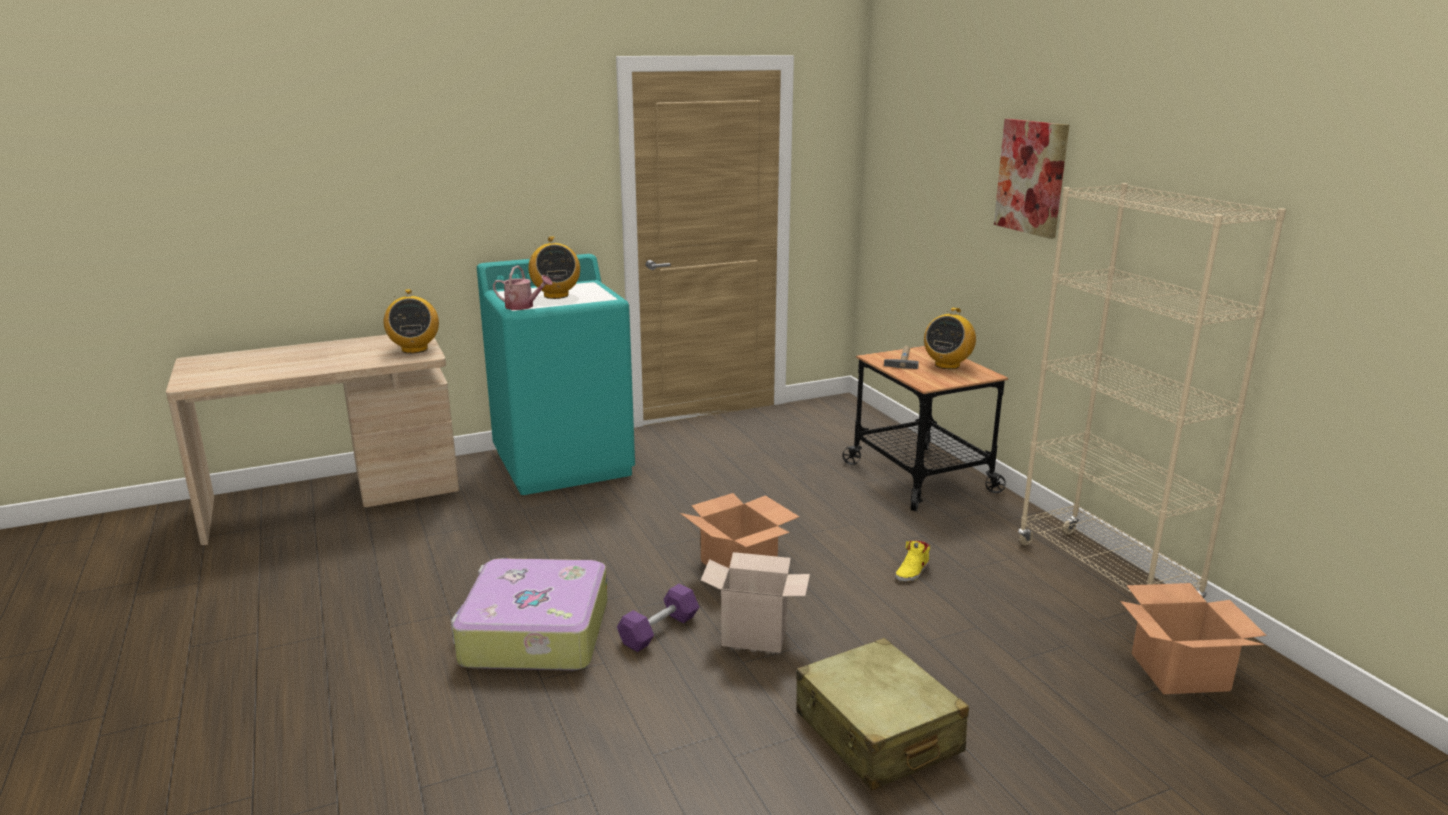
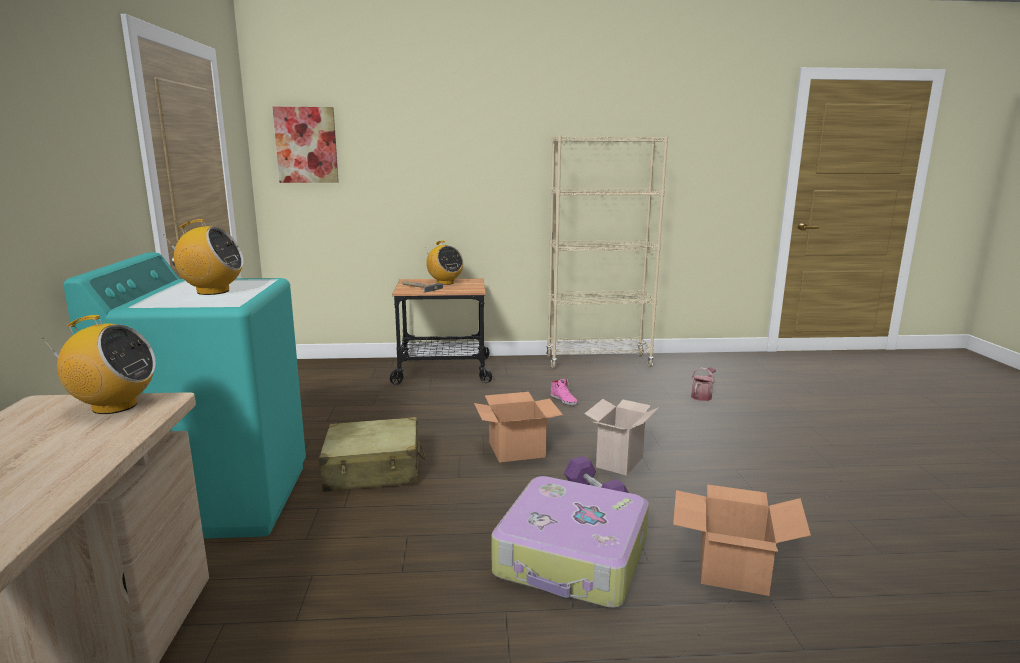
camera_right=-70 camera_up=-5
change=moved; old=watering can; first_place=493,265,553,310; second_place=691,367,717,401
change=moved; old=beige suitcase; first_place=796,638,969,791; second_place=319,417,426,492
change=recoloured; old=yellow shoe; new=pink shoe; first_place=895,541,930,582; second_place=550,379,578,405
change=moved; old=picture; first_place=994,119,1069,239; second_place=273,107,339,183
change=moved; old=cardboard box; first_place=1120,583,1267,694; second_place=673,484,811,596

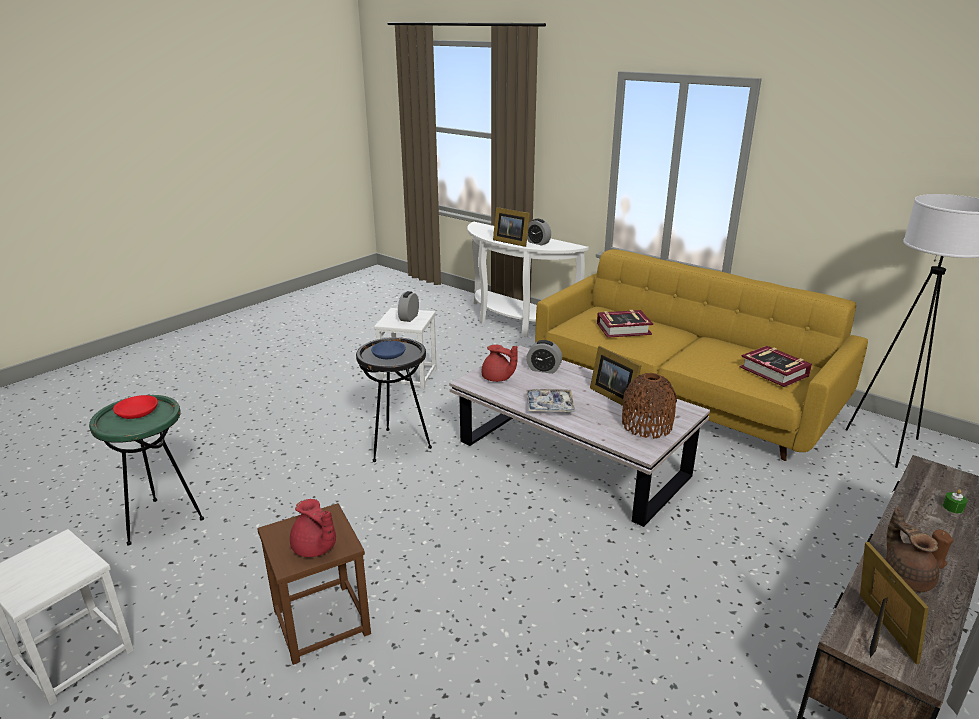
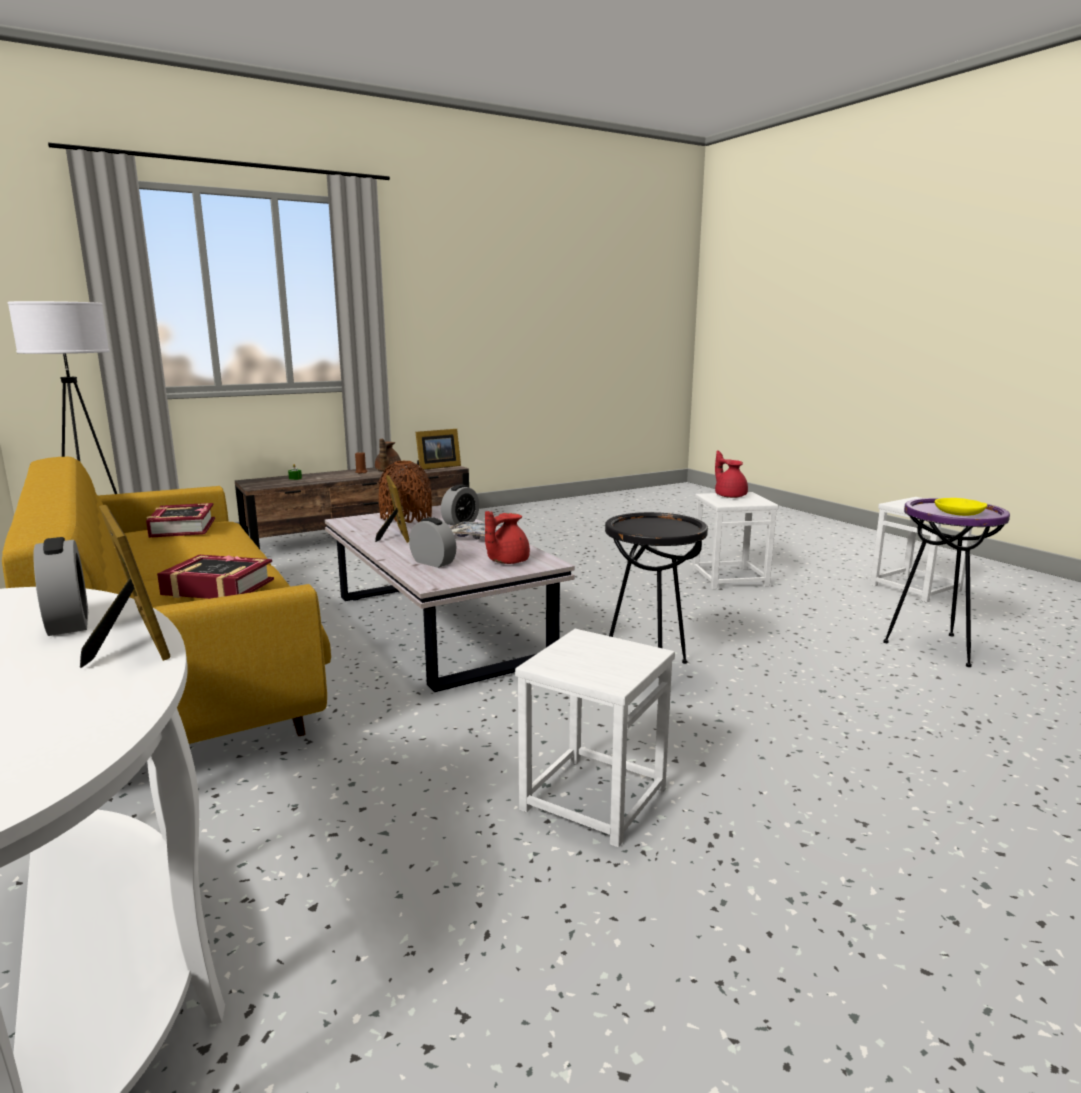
camera_right=-160 camera_up=-10
change=recoloured; old=green side table; new=purple side table; first_place=89,395,204,545; second_place=883,498,1010,667
change=recoloured; old=red bowl; new=yellow bowl; first_place=113,395,158,419; second_place=935,498,987,516
change=recoloured; old=brown stool; new=white stool; first_place=257,503,371,665; second_place=692,492,778,589
change=removed; old=blue bowl; first_place=371,341,406,359
change=moved; old=alarm clock; first_place=398,291,419,322; second_place=441,484,479,526
change=turned; old=red teapot; first_place=481,345,518,382; second_place=485,511,530,564; degrees=-105
change=turned; old=picture frame; first_place=860,542,929,665; second_place=416,429,461,470; degrees=-135

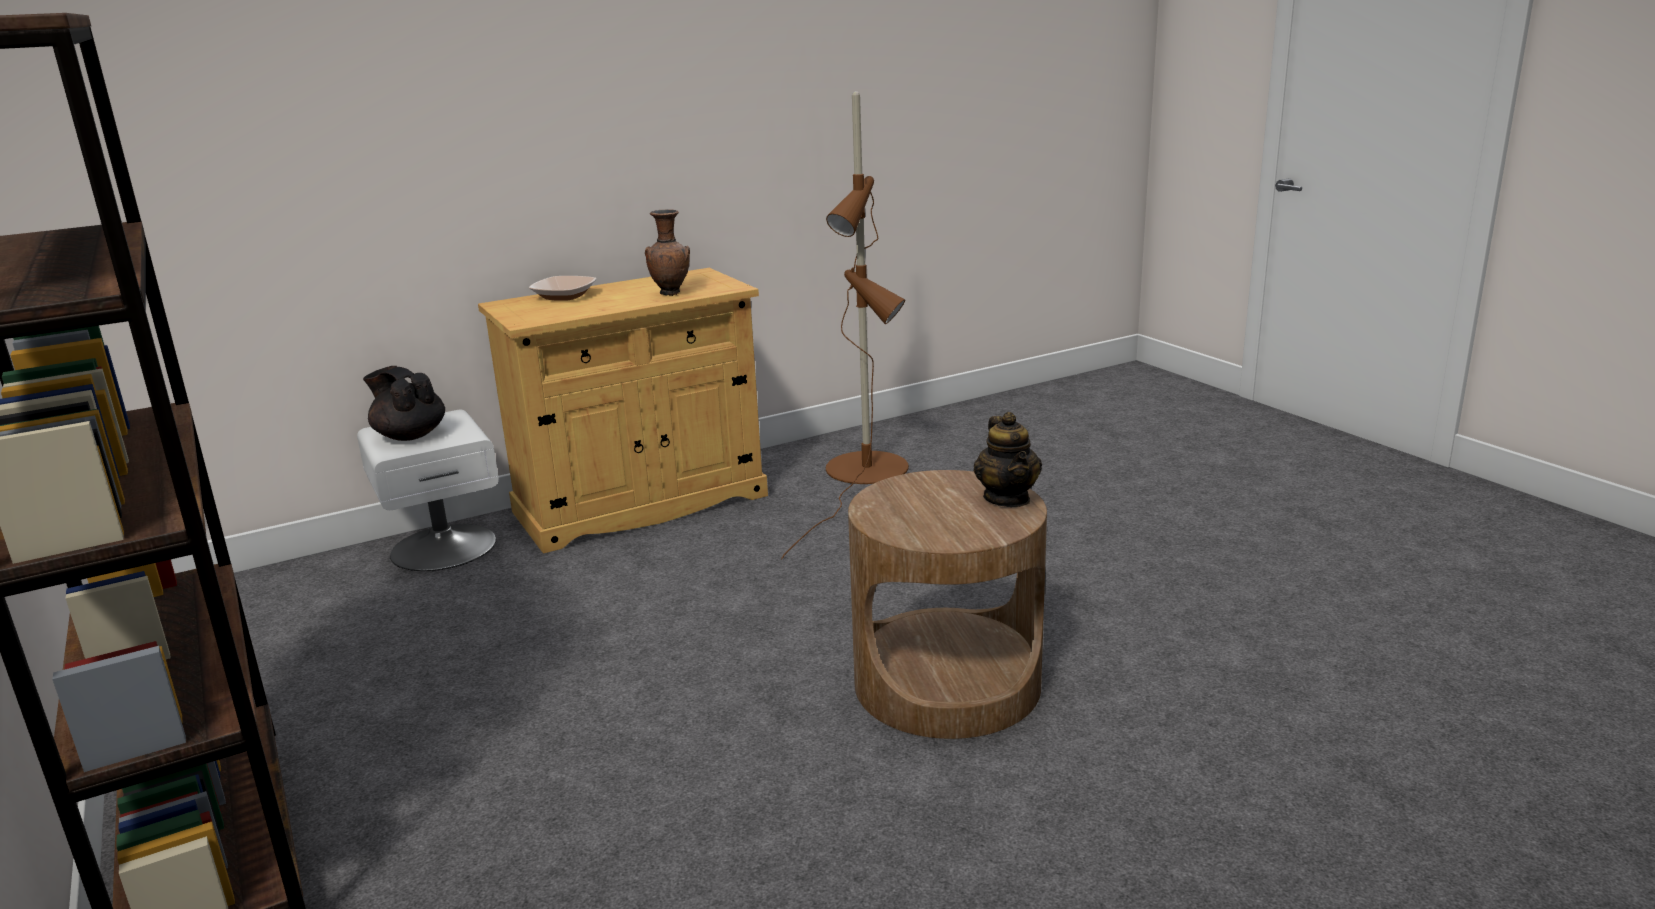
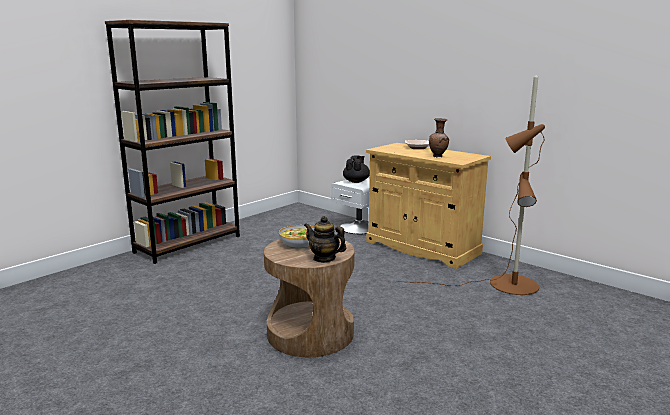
camera_right=70 camera_up=-5
change=turned; old=teapot; first_place=974,412,1042,507; second_place=304,216,346,263; degrees=60
change=added; new=bowl; second_place=279,225,314,249

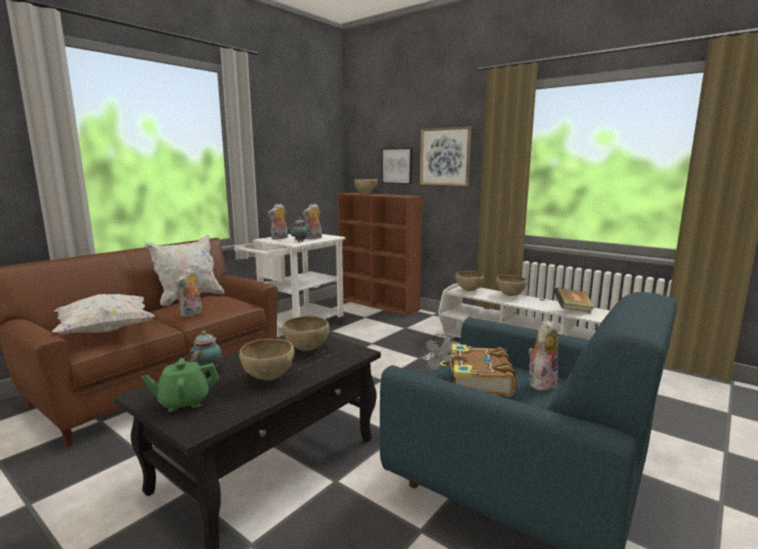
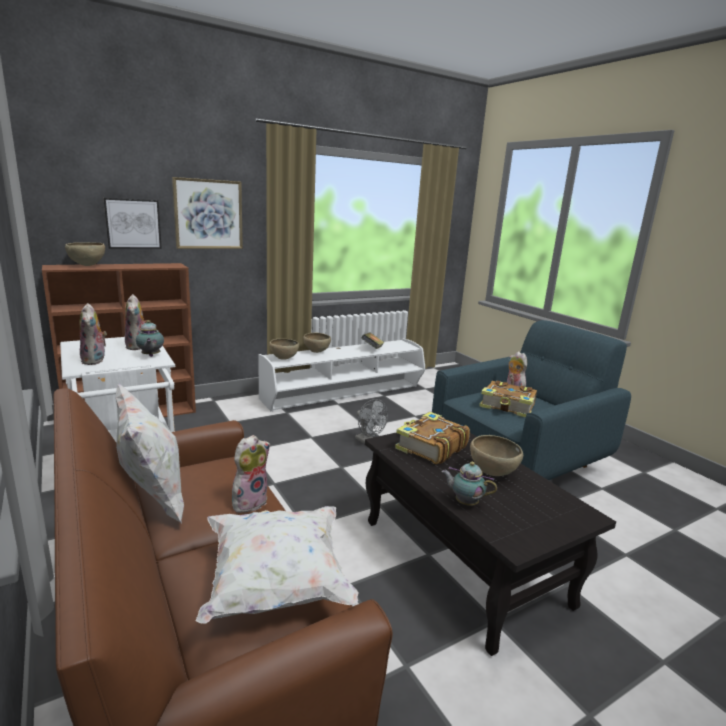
camera_right=-70 camera_up=5
change=removed; old=green teapot; first_place=141,358,219,412
change=turned; old=plush toy; first_place=175,268,202,317; second_place=232,435,270,513; degrees=-90
change=replaced; old=brown bowl; new=book; first_place=282,316,329,351; second_place=395,412,470,464

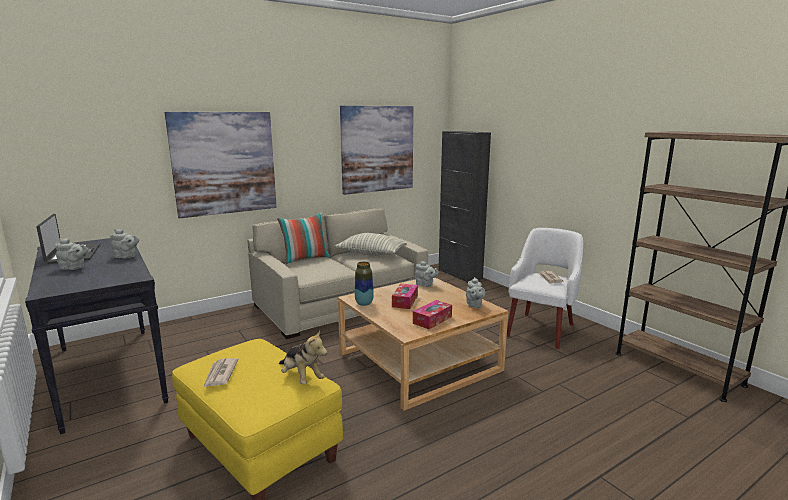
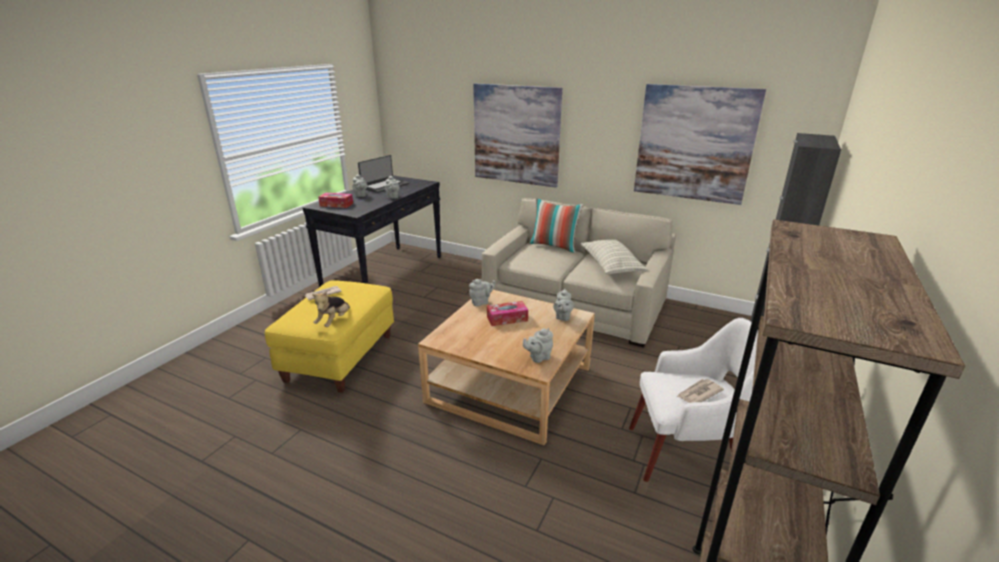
camera_right=60 camera_up=10
change=replaced; old=vase; new=grey teapot; first_place=355,261,374,306; second_place=469,279,496,306
change=moved; old=tissue box; first_place=413,300,452,329; second_place=318,193,353,208

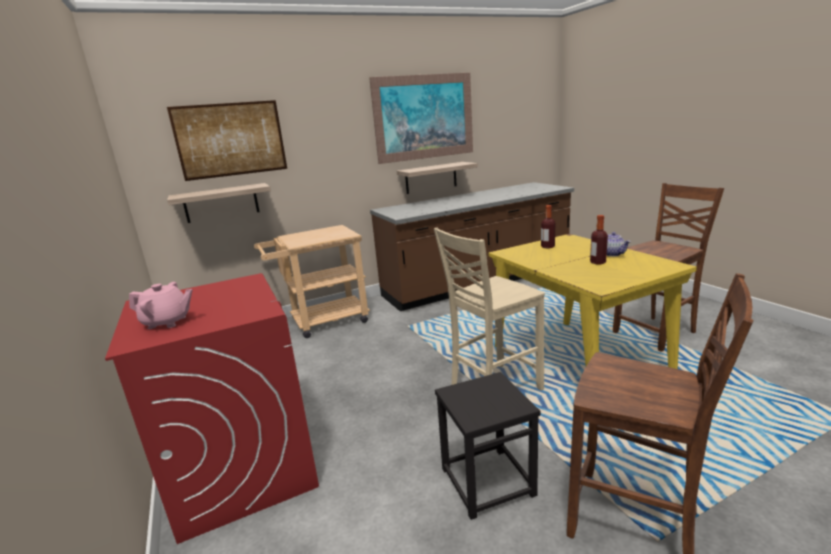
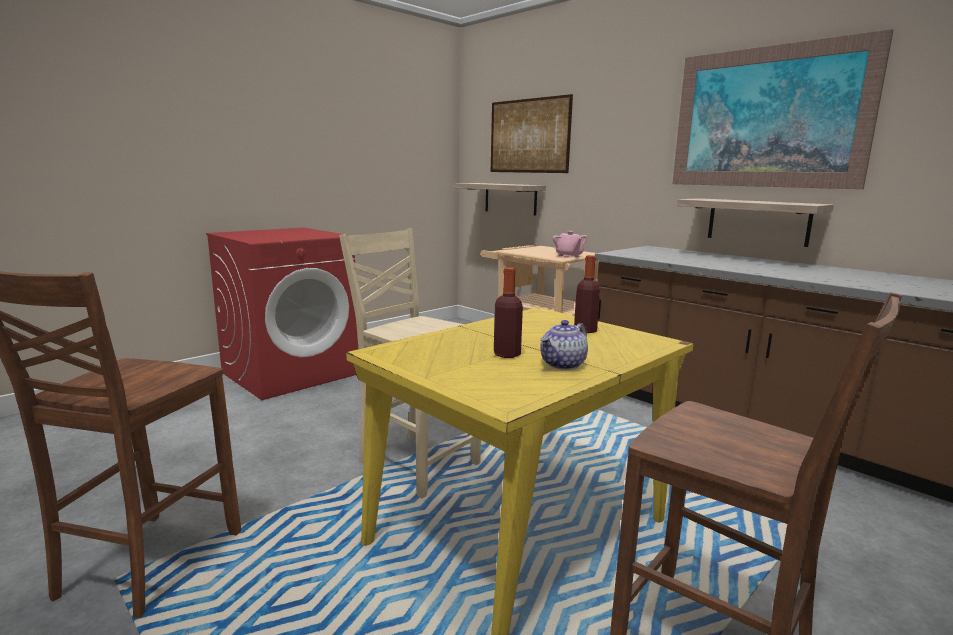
camera_right=70 camera_up=-5
change=moved; old=pink teapot; first_place=129,282,192,329; second_place=553,231,588,258
change=removed; old=black stool; first_place=435,372,540,520

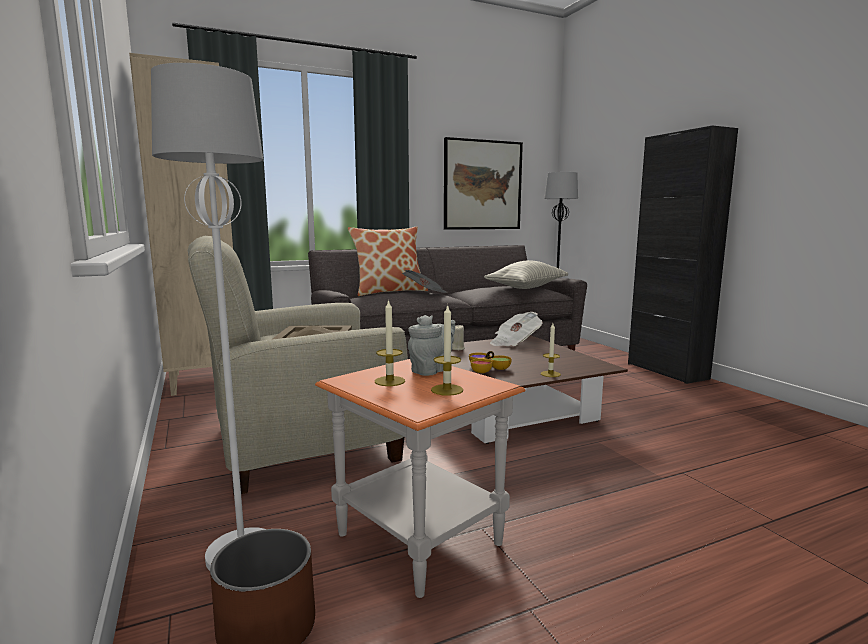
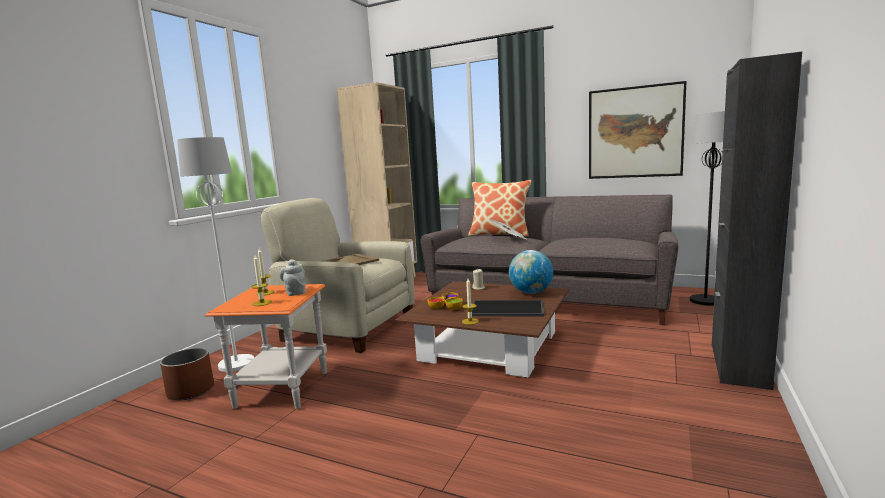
camera_right=50 camera_up=0
change=turned; old=grey teapot; first_place=408,315,455,376; second_place=280,259,306,296; degrees=-120
change=removed; old=pillow; first_place=484,260,568,289
change=replaced; old=newspaper; new=globe; first_place=490,312,543,346; second_place=509,250,553,294
change=added; new=tray; second_place=472,300,544,316

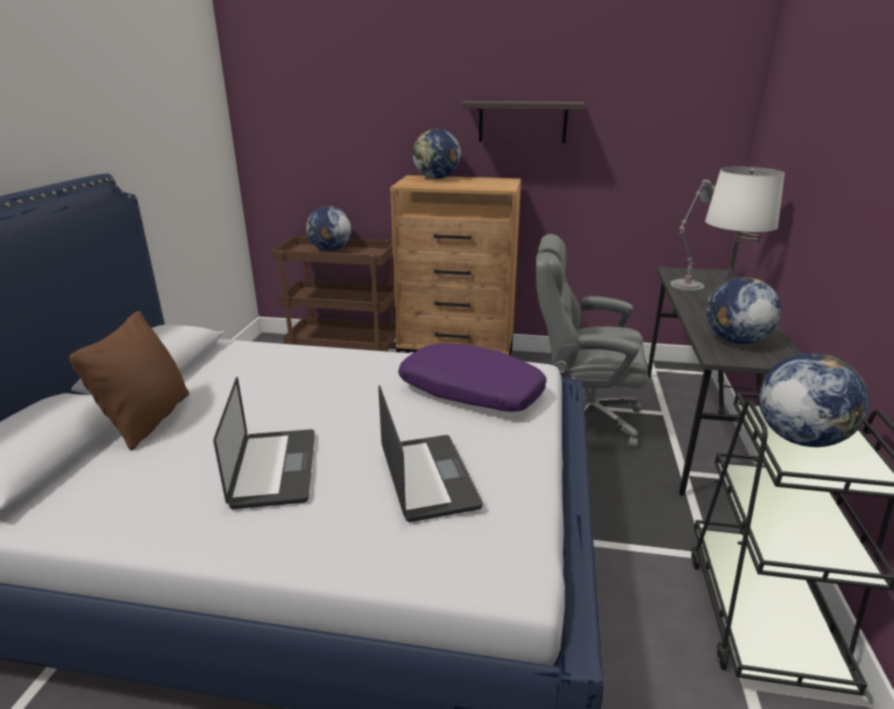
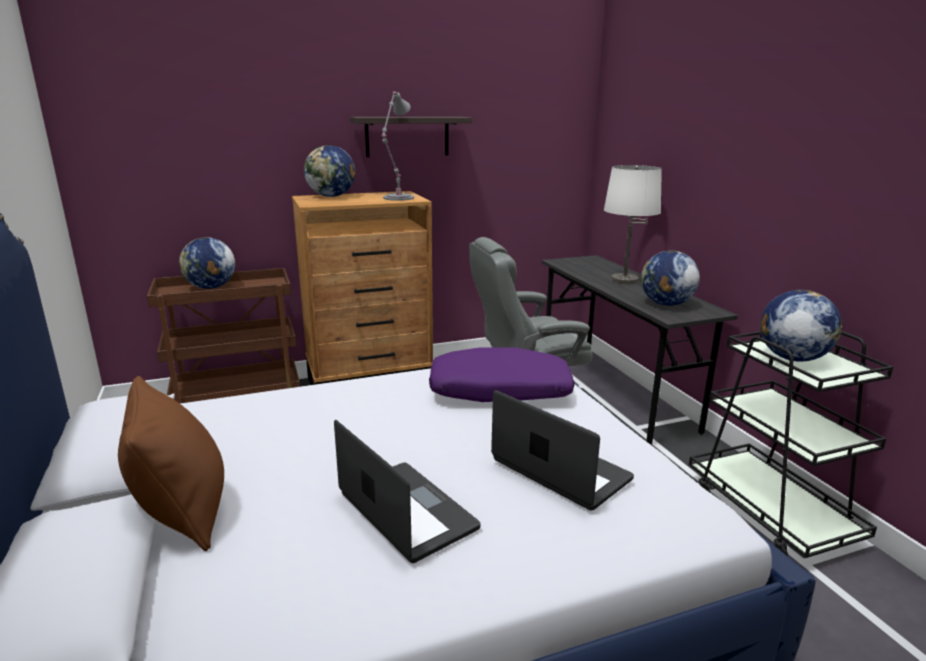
camera_right=-30 camera_up=-5
change=moved; old=grey table lamp; first_place=670,180,715,292; second_place=381,91,414,201

